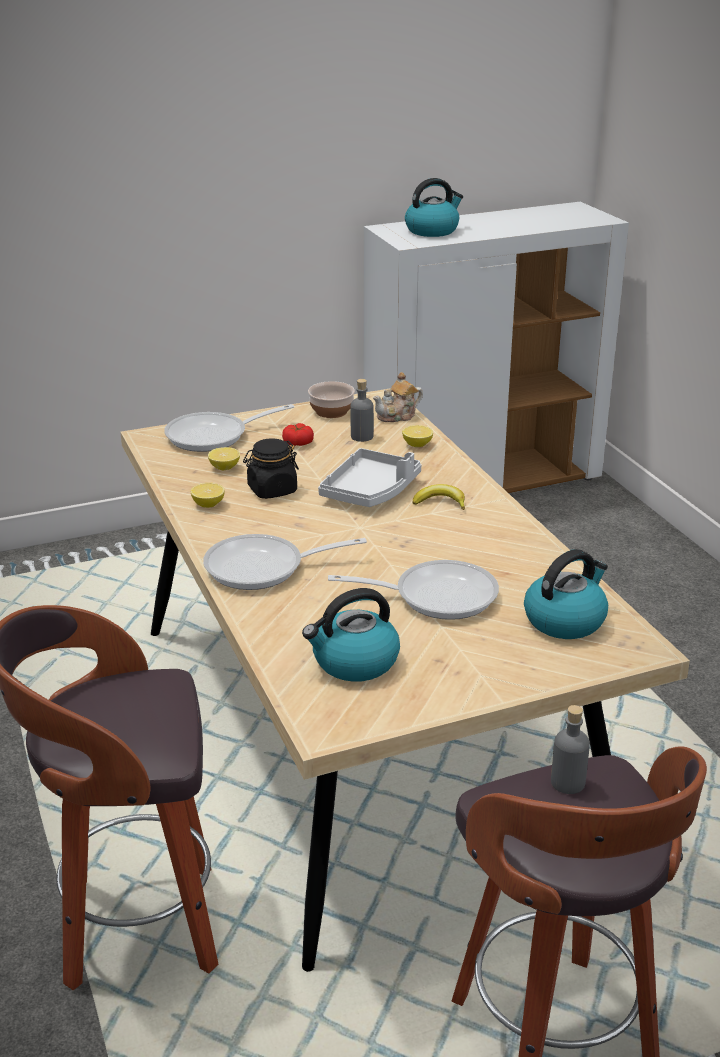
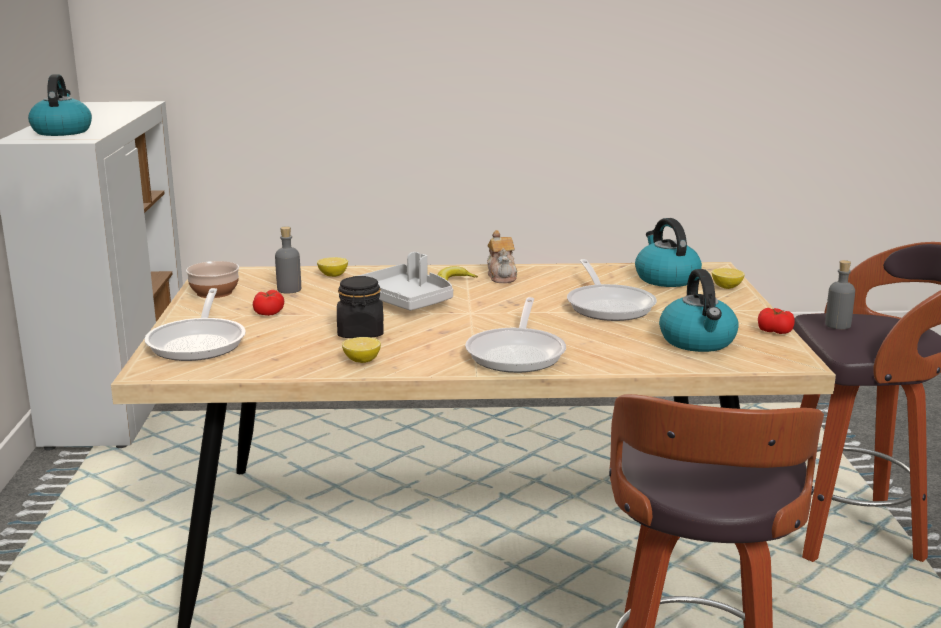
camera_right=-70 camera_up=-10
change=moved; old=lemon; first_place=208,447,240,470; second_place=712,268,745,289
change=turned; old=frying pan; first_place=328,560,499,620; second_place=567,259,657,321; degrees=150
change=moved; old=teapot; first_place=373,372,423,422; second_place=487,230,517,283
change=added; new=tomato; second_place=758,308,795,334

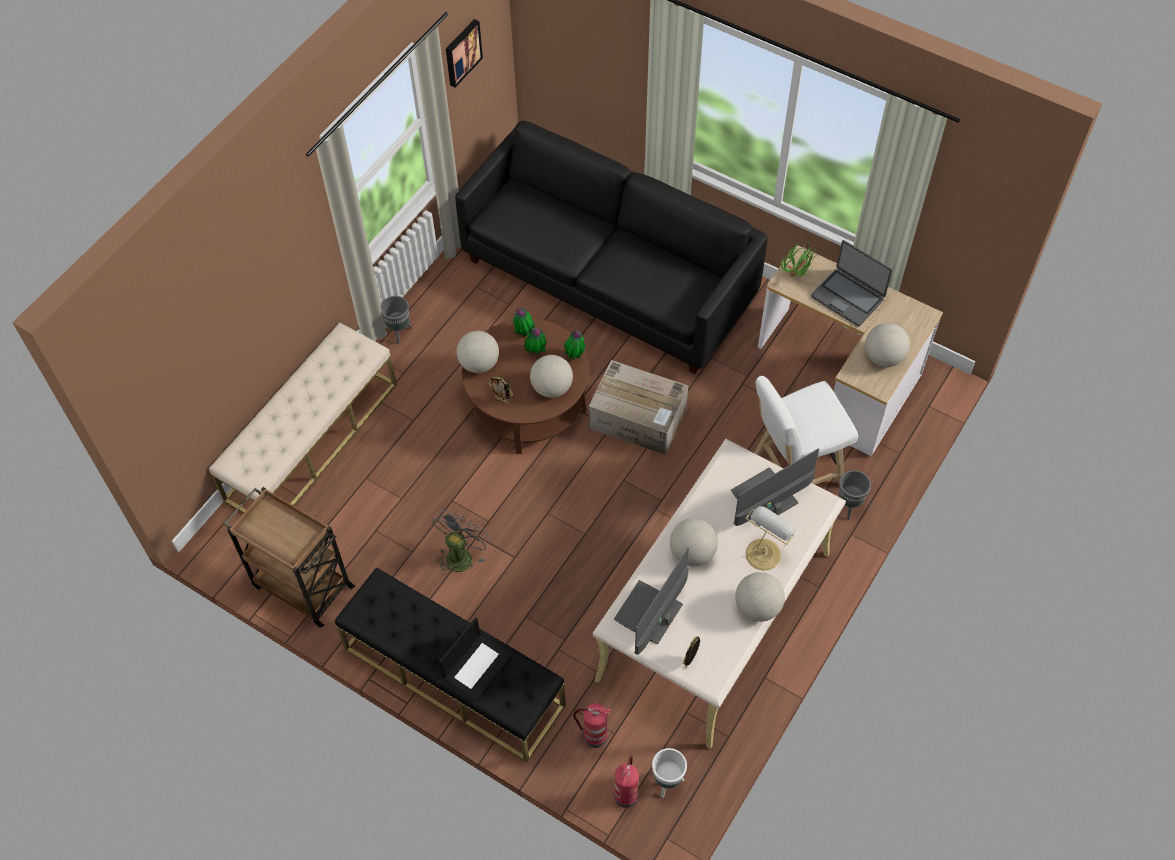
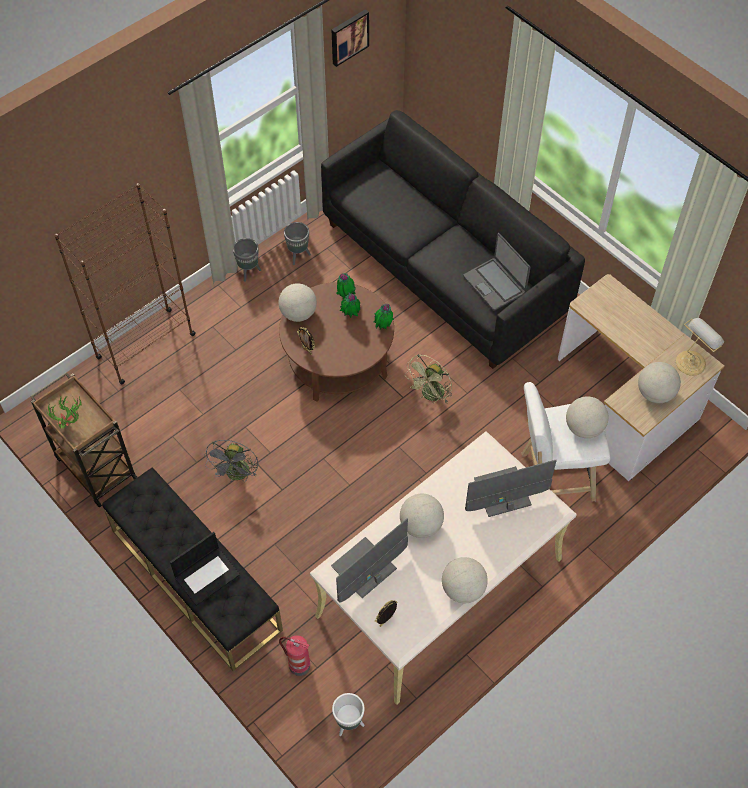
camera_right=15 camera_up=0
change=replaced; old=beige bench; new=brown bookcase; first_place=209,322,397,513; second_place=54,183,195,384
change=turned; old=grey fan; first_place=432,510,491,575; second_place=204,440,258,482; degrees=150
change=moved; old=globe; first_place=530,355,573,398; second_place=566,396,609,438
change=replaced; old=cardboard box; new=green fan; first_place=588,360,688,455; second_place=404,354,452,404
change=removed; old=fire extinguisher; first_place=614,756,639,808
change=moved; old=table lamp; first_place=746,506,796,570; second_place=676,318,724,376
change=moved; old=potted plant; first_place=781,242,818,277; second_place=46,396,82,429
change=moved; old=laptop; first_place=811,240,892,326; second_place=463,233,531,311
change=moved; old=grey planter; first_place=838,470,871,520; second_place=284,222,311,265

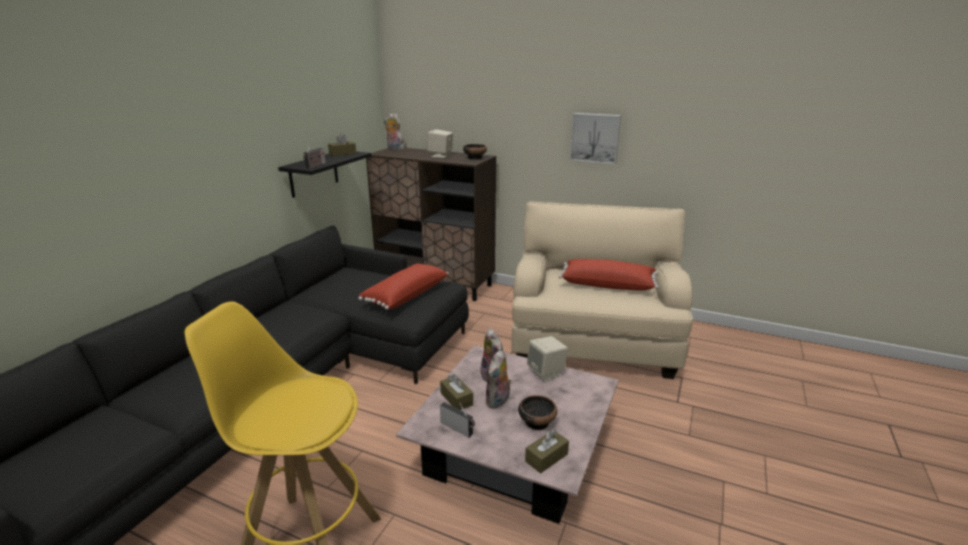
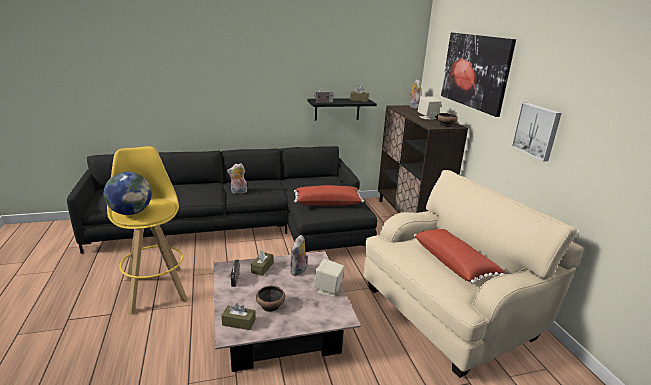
camera_right=50 camera_up=0
change=moved; old=plush toy; first_place=485,350,512,409; second_place=227,163,247,194
change=added; new=globe; second_place=104,172,152,215
change=added; new=picture; second_place=441,33,516,117

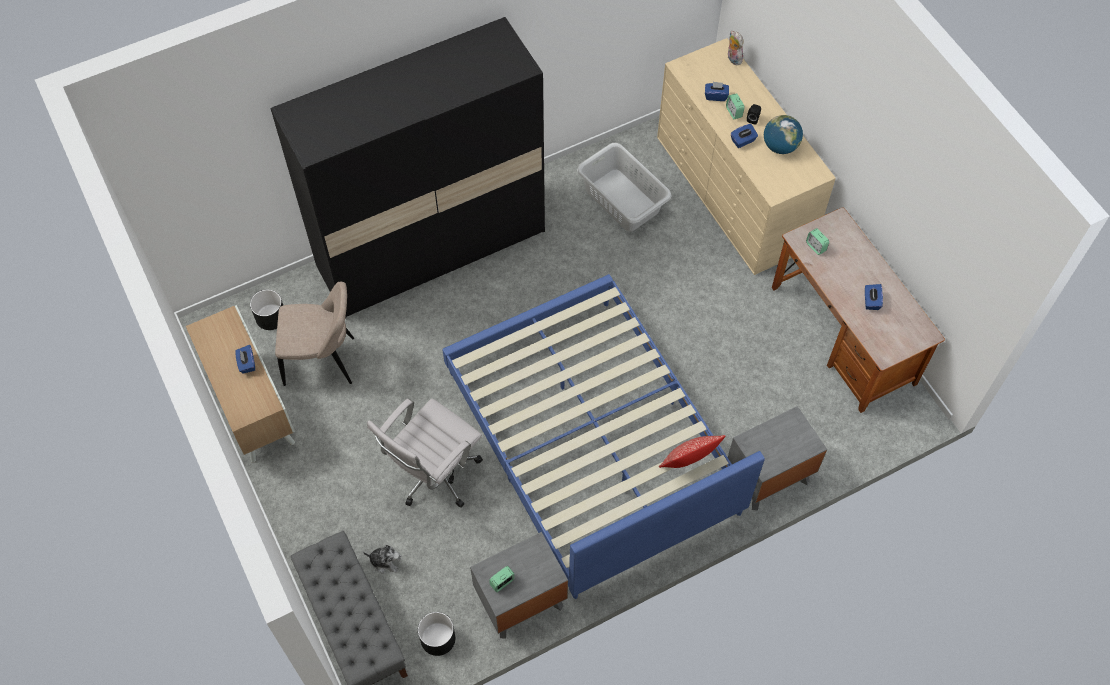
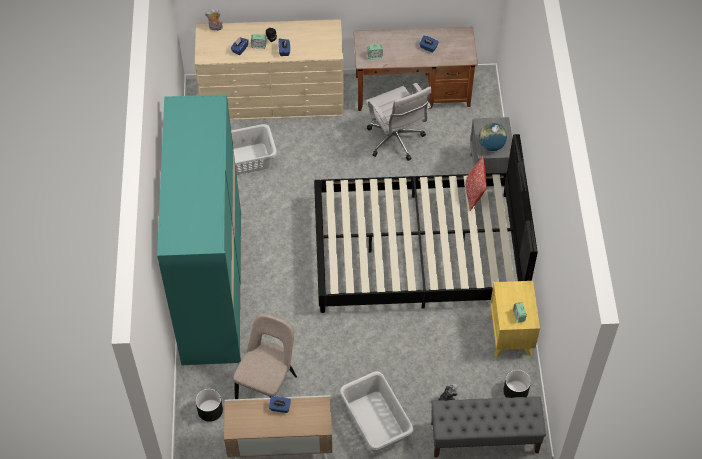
camera_right=-65 camera_up=-5
change=recoloured; old=black wardrobe; new=turquoise wardrobe; first_place=270,17,545,318; second_place=157,94,241,365
change=moved; old=white office chair; first_place=367,399,483,508; second_place=365,83,431,161
change=recoloured; old=blue bed; new=black bed; first_place=442,274,765,599; second_place=314,134,538,313
change=recoloured; old=grey nightstand; new=yellow nightstand; first_place=470,532,568,639; second_place=489,281,540,357
change=moved; old=globe; first_place=764,115,803,154; second_place=479,123,507,151
change=added; new=grey laundry basket; second_place=340,371,414,452

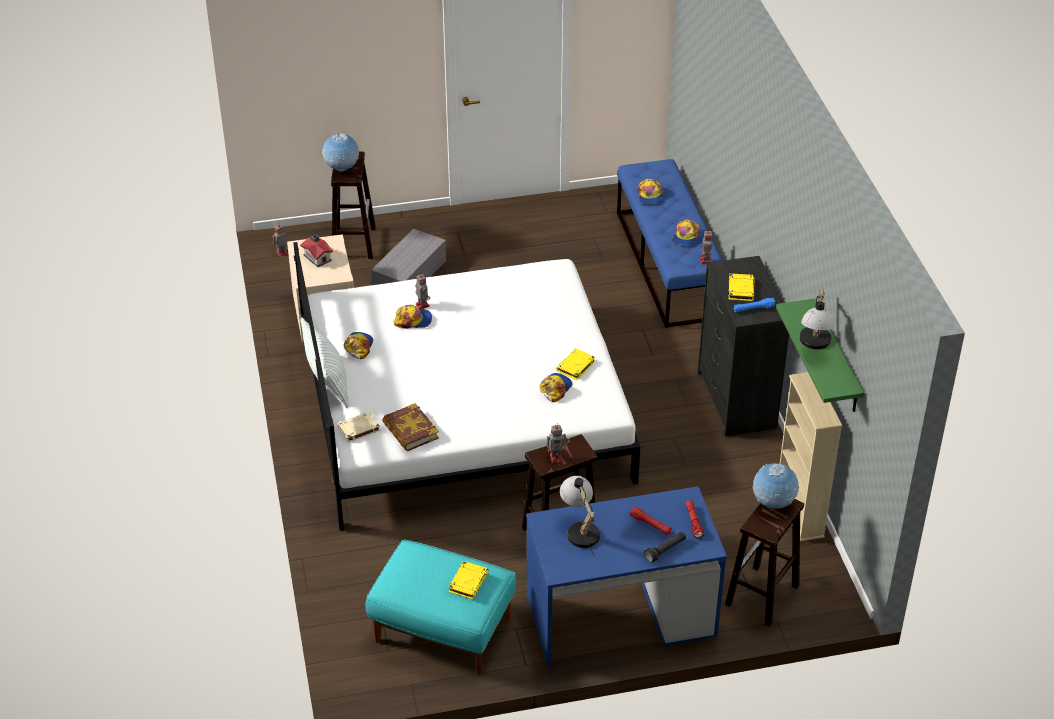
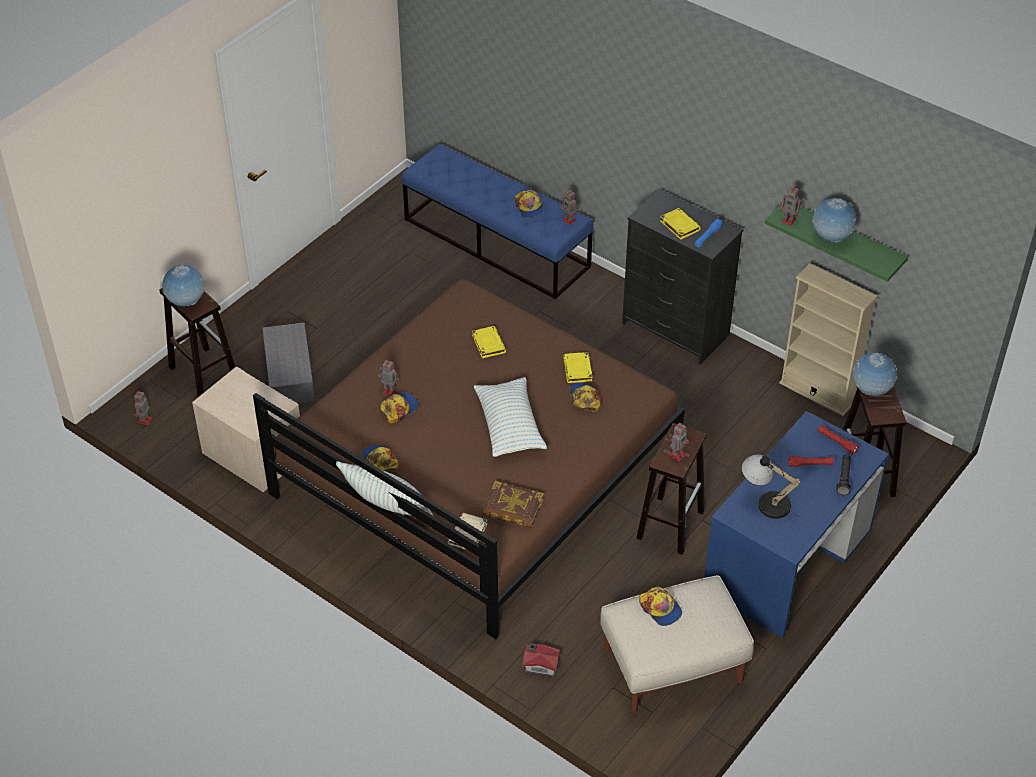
camera_right=-40 camera_up=5
change=recoloured; old=white bed; new=brown bed; first_place=293,242,640,531; second_place=253,279,685,639
change=moved; old=toy house; first_place=300,235,333,267; second_place=522,643,560,677
change=recoloured; old=turquoise ottoman; new=beige ottoman; first_place=365,540,516,675; second_place=600,575,754,713
change=moved; old=yellow book; first_place=448,561,489,600; second_place=472,326,506,358
change=moved; old=cap; first_place=638,179,663,204; second_place=639,586,682,626
change=replaced; old=table lamp; new=globe; first_place=800,289,834,349; second_place=812,198,857,242
change=added; new=pillow; second_place=474,377,547,457
change=added; new=toy robot; second_place=780,185,803,226

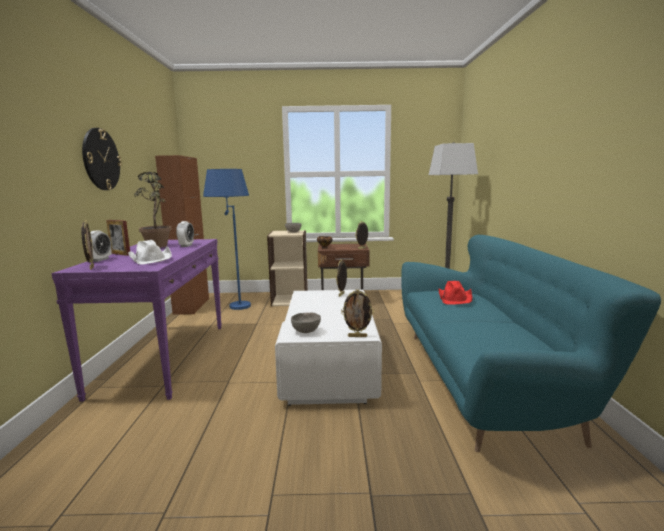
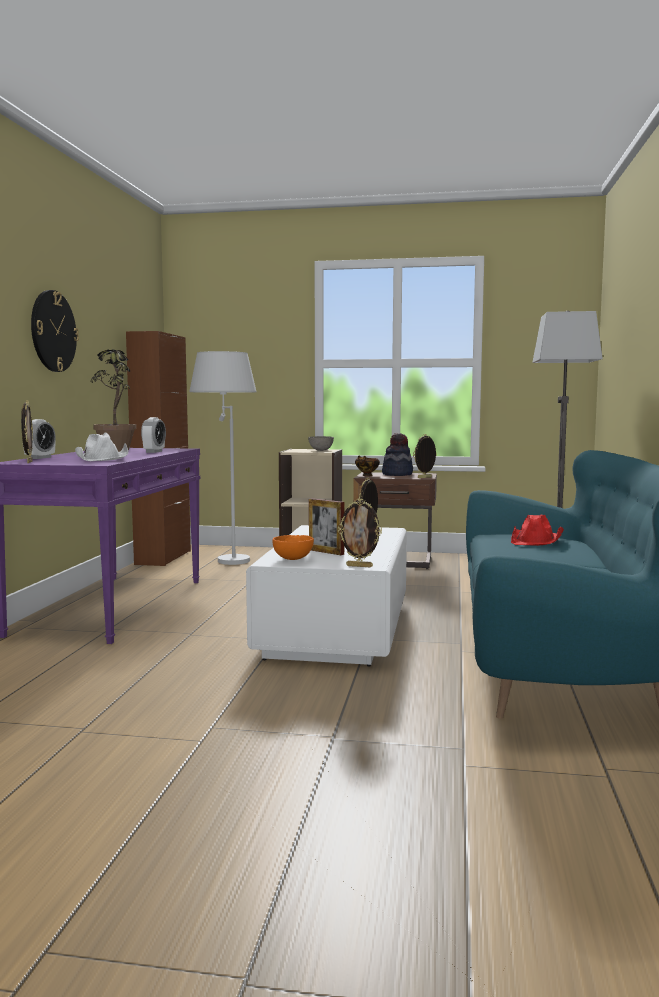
camera_right=10 camera_up=-5
change=moved; old=picture frame; first_place=106,220,130,256; second_place=309,498,345,555
change=recoloured; old=blue floor lamp; new=white floor lamp; first_place=203,169,251,310; second_place=189,351,256,565
change=recoloured; old=grey bowl; new=orange bowl; first_place=291,312,321,333; second_place=273,535,314,560
change=added; new=hat; second_place=382,433,413,476

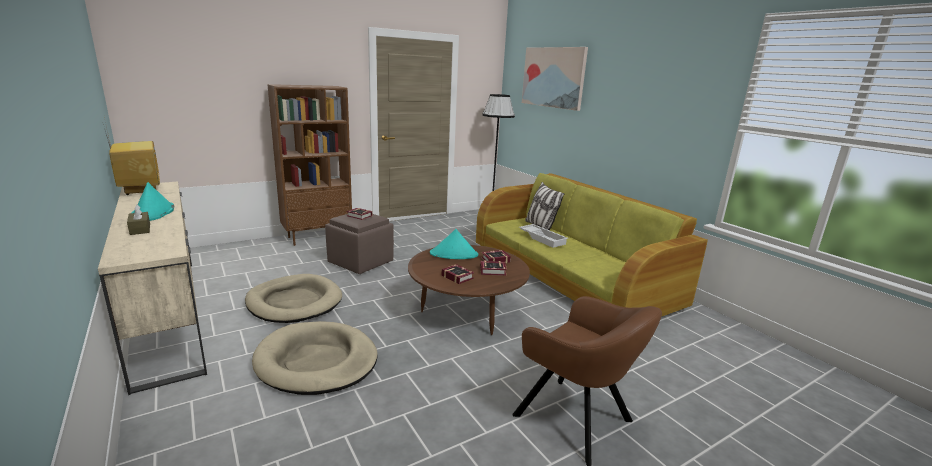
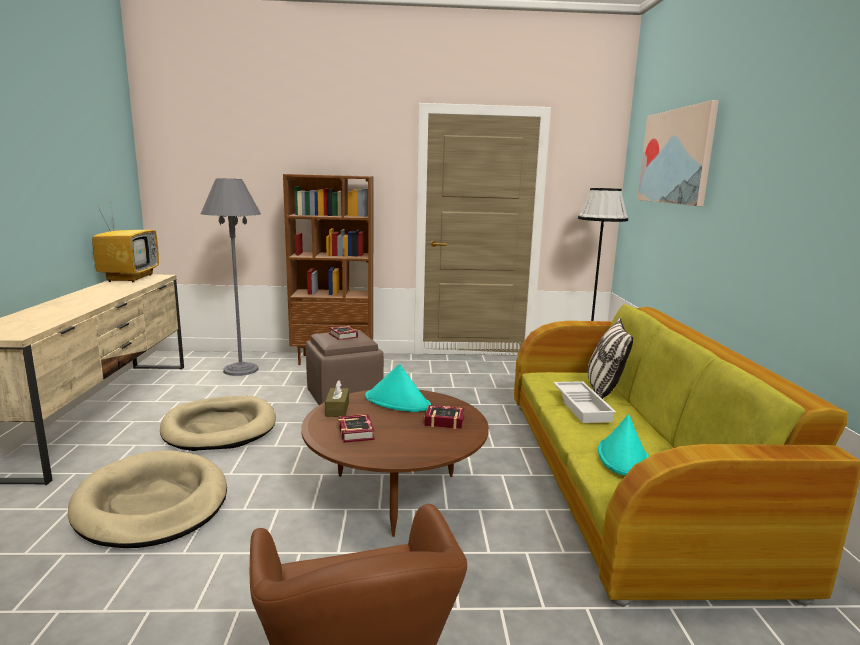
camera_right=30 camera_up=-5
change=moved; old=brown tissue box; first_place=127,204,150,235; second_place=325,380,349,417
change=moved; old=turquoise hat; first_place=132,182,174,221; second_place=598,414,649,476
change=removed; old=book; first_place=480,260,507,276
change=added; new=grey floor lamp; second_place=200,179,261,376

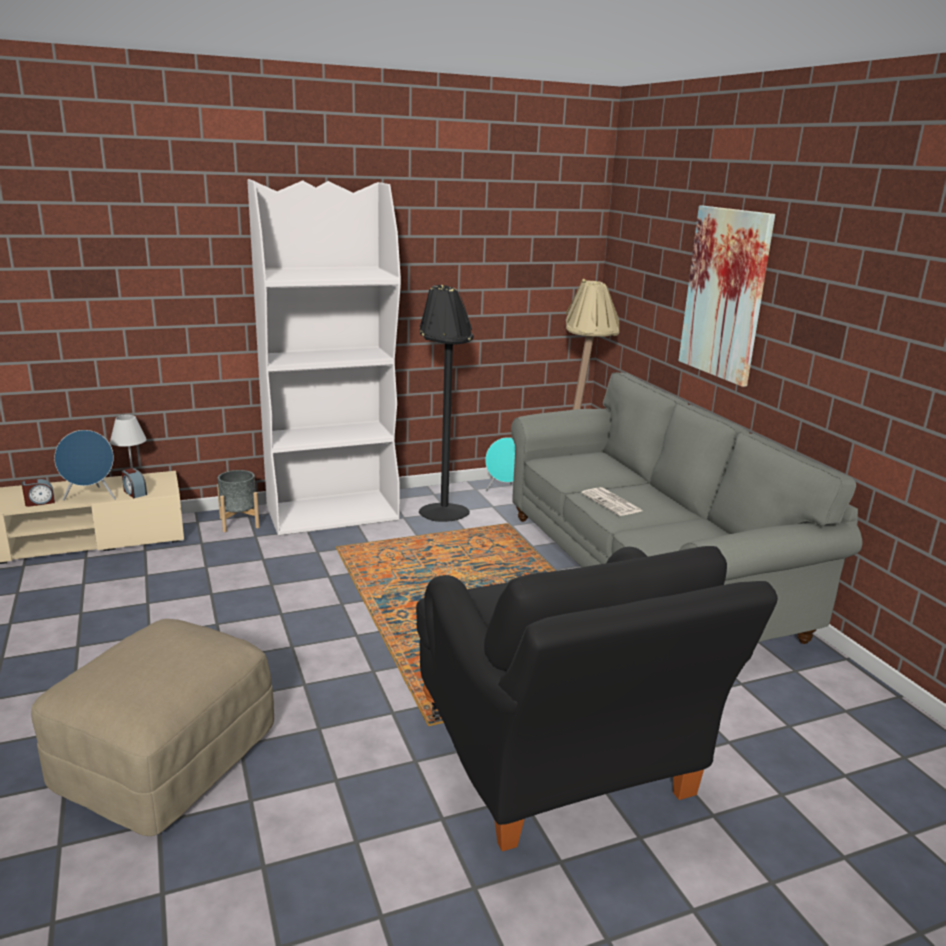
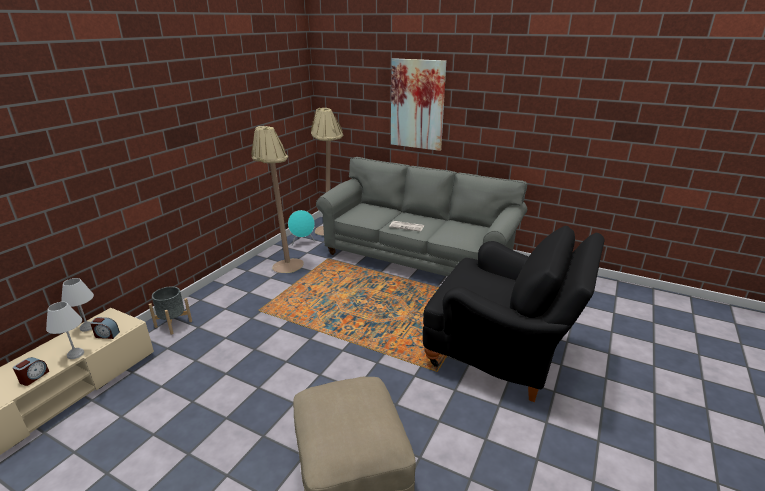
camera_right=-40 camera_up=5
change=replaced; old=blue speaker; new=white table lamp; first_place=54,430,116,501; second_place=46,302,84,359
change=removed; old=white bookcase; first_place=247,179,401,536
change=recoloured; old=black floor lamp; new=beige floor lamp; first_place=419,285,474,522; second_place=251,126,304,273

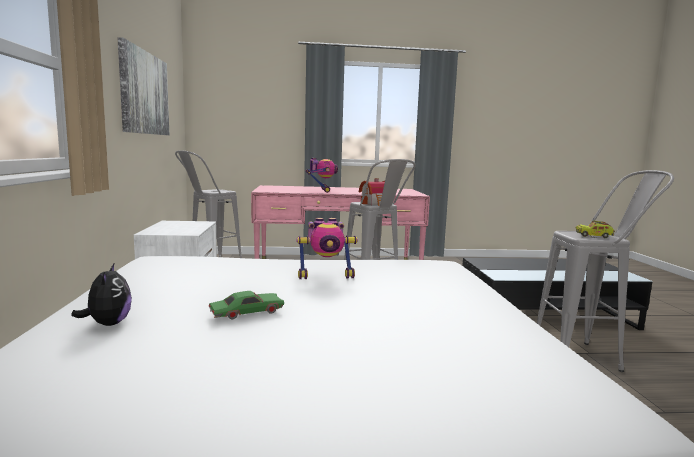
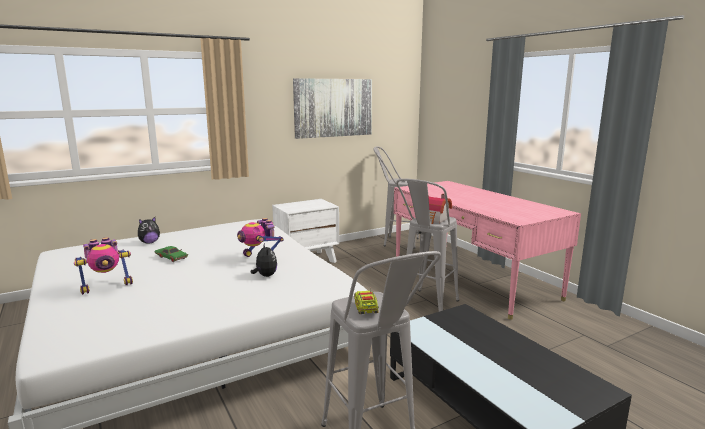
camera_right=65 camera_up=5
change=moved; old=toy robot; first_place=306,158,338,193; second_place=74,237,133,295
change=added; new=plush toy; second_place=251,243,277,277

